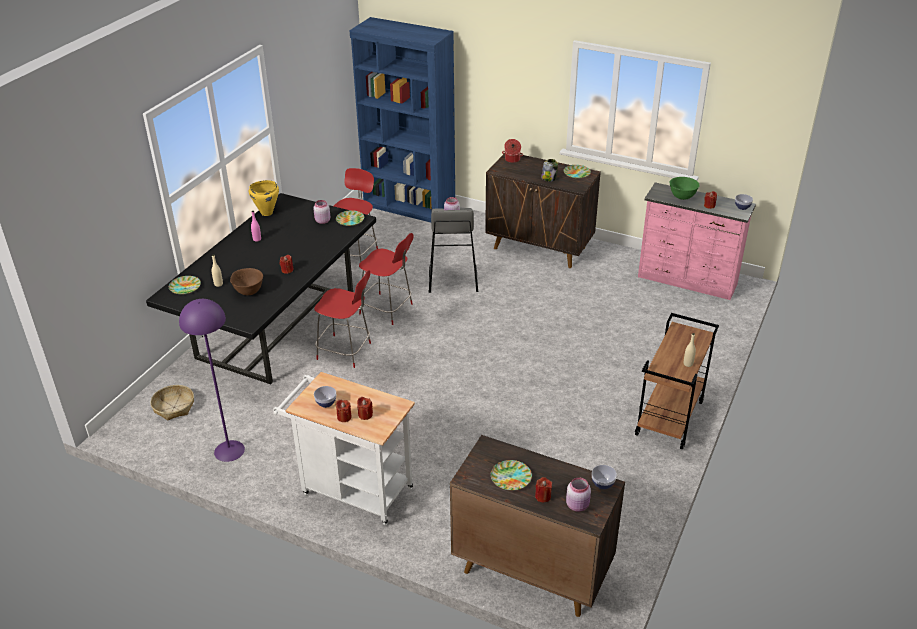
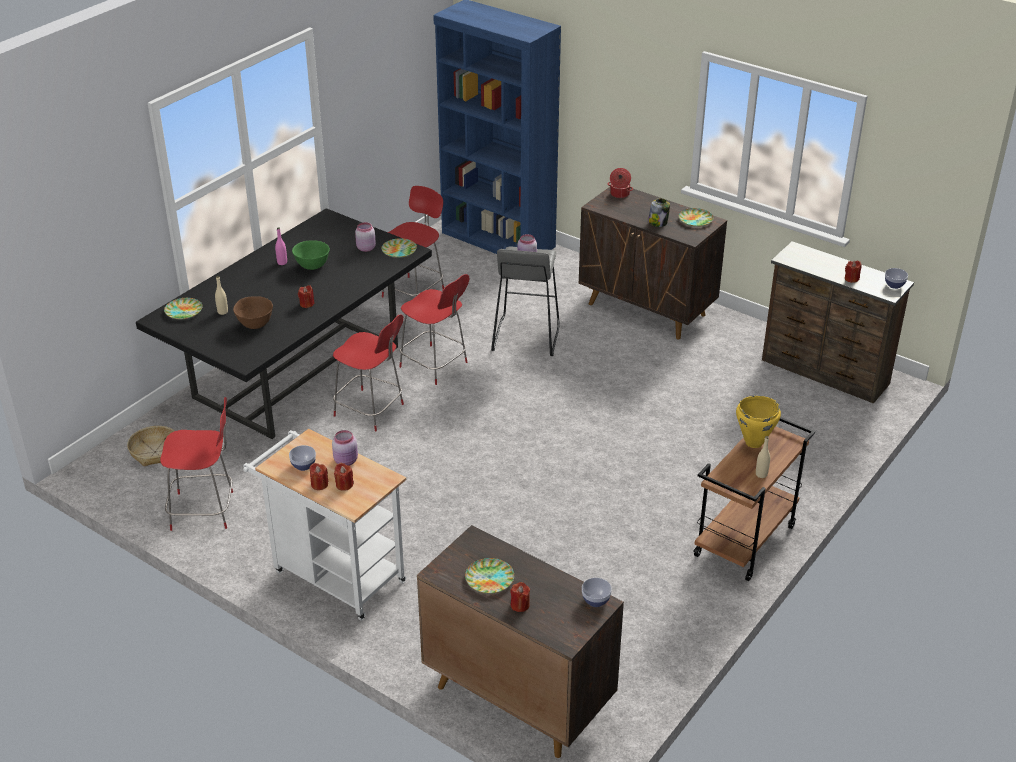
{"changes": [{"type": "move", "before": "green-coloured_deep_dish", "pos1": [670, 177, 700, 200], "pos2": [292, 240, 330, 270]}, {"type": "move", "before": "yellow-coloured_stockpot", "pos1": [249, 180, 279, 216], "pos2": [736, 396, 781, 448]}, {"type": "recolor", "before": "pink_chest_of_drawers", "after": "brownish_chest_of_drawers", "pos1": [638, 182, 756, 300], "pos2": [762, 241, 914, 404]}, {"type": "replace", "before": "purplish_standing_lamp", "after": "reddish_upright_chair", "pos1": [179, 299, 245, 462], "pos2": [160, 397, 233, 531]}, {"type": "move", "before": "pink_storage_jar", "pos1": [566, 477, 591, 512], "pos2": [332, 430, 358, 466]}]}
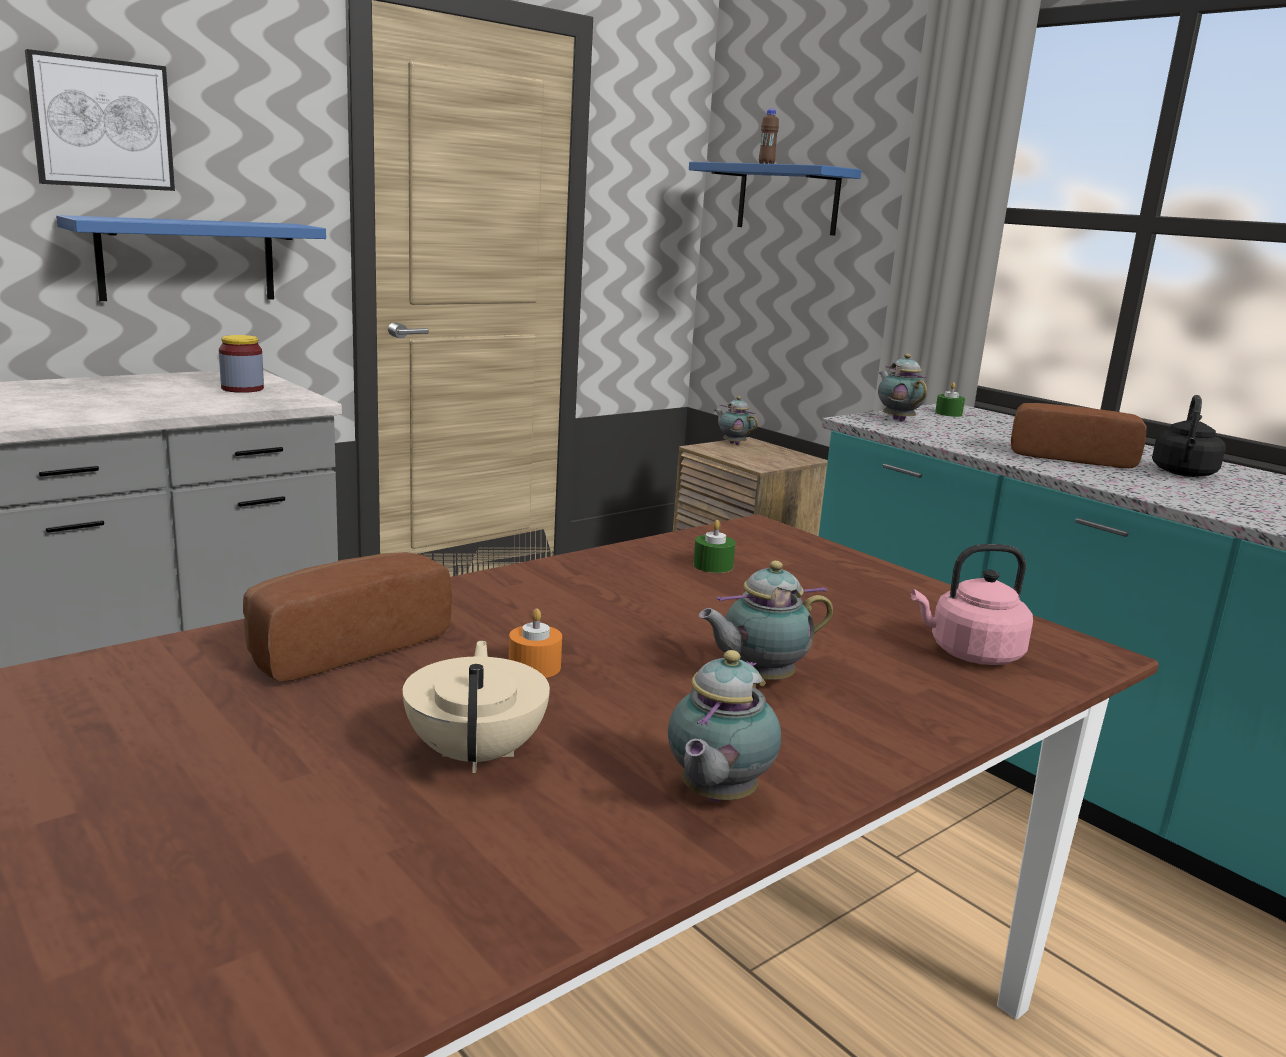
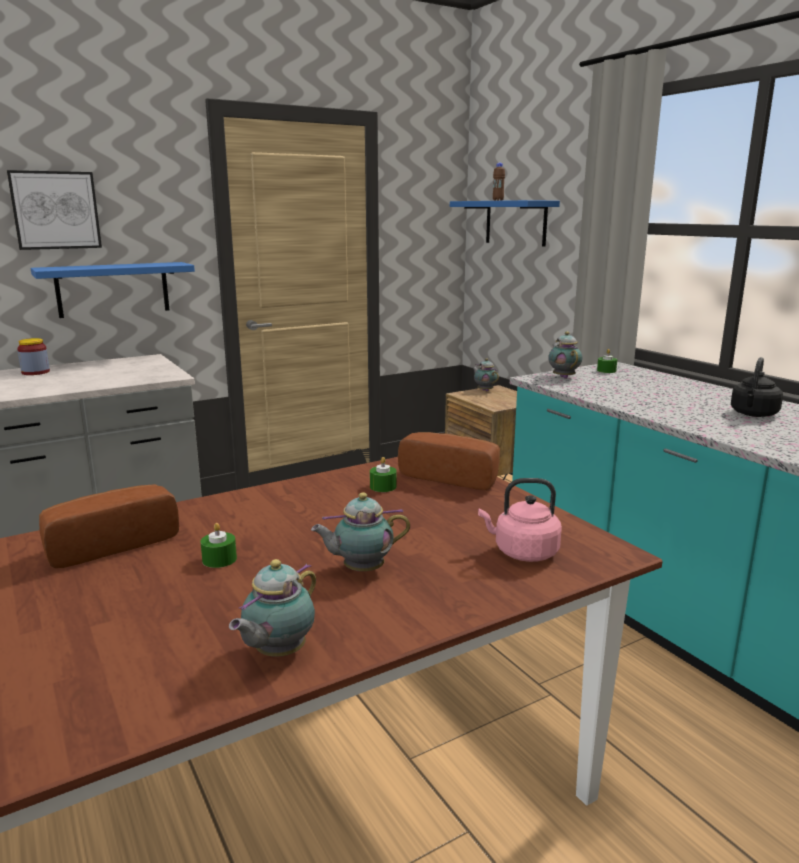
{"changes": [{"type": "move", "before": "storage_jar", "pos1": [219, 335, 264, 393], "pos2": [17, 338, 50, 375]}, {"type": "move", "before": "bread", "pos1": [1011, 403, 1147, 468], "pos2": [398, 432, 500, 490]}, {"type": "recolor", "before": "orange_wax_light", "after": "green-coloured_wax_light", "pos1": [509, 609, 562, 678], "pos2": [201, 523, 237, 568]}, {"type": "delete", "before": "sand-coloured_tea_pot", "pos1": [403, 641, 550, 773]}]}
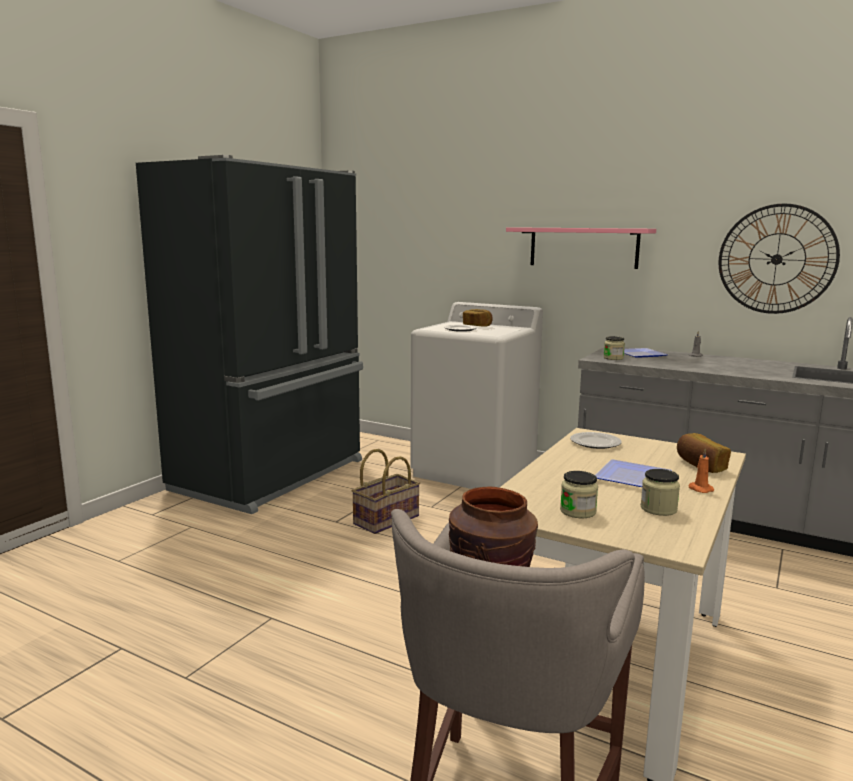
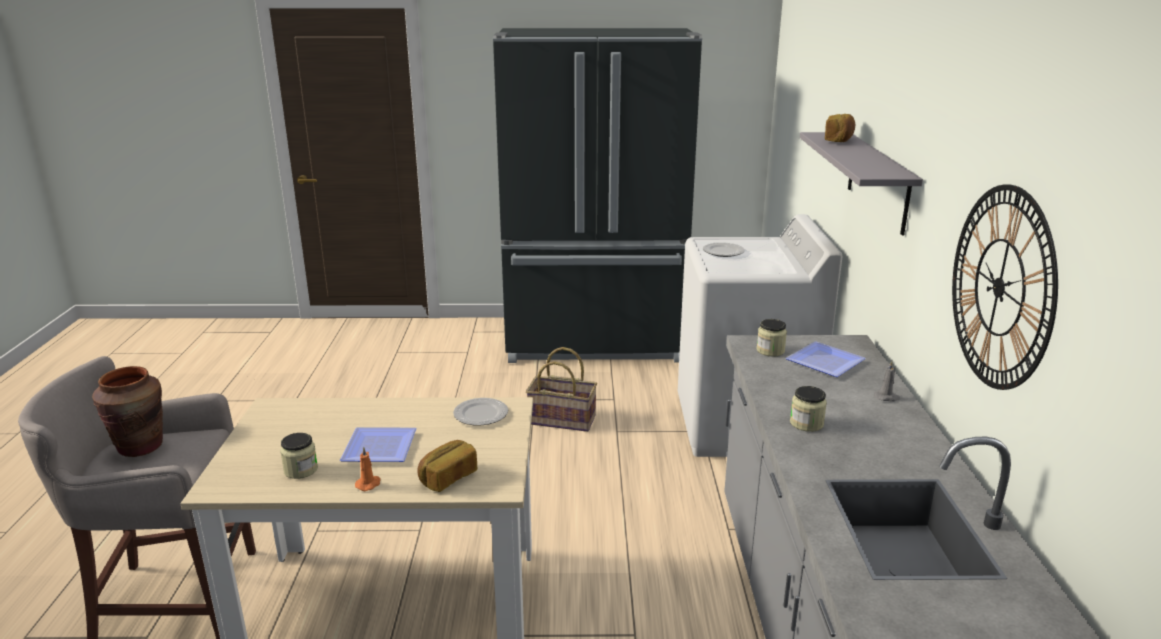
{"changes": [{"type": "recolor", "before": "pink_shelf", "after": "greyish_shelf", "pos1": [506, 227, 656, 269], "pos2": [800, 132, 923, 235]}, {"type": "move", "before": "bread", "pos1": [463, 309, 493, 326], "pos2": [825, 114, 855, 142]}, {"type": "move", "before": "storage_jar", "pos1": [560, 471, 598, 518], "pos2": [790, 386, 827, 432]}]}
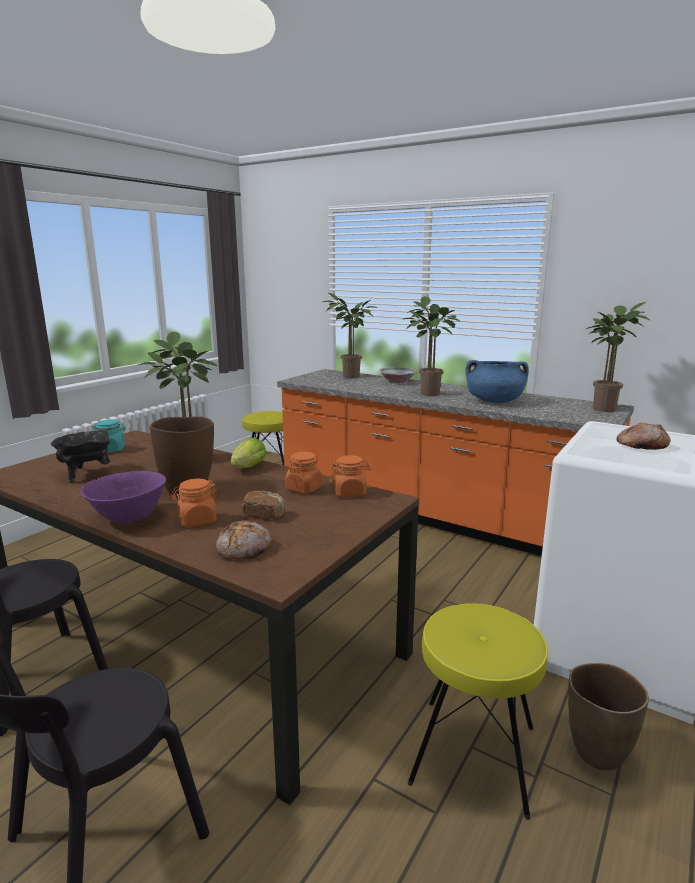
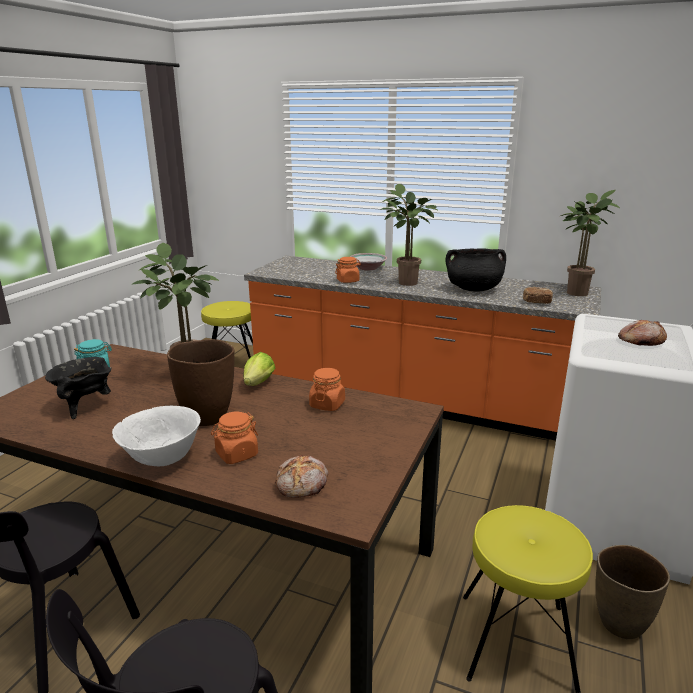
{"changes": [{"type": "delete", "before": "potted_plant", "pos1": [323, 293, 378, 378]}, {"type": "recolor", "before": "blue_stockpot", "after": "black_stockpot", "pos1": [465, 360, 529, 403], "pos2": [445, 248, 506, 292]}, {"type": "move", "before": "orange_storage_jar", "pos1": [330, 455, 371, 497], "pos2": [335, 257, 361, 283]}, {"type": "recolor", "before": "purplish_deep_dish", "after": "white_deep_dish", "pos1": [81, 471, 166, 523], "pos2": [112, 406, 201, 466]}, {"type": "move", "before": "bread", "pos1": [242, 491, 285, 519], "pos2": [523, 287, 553, 304]}]}
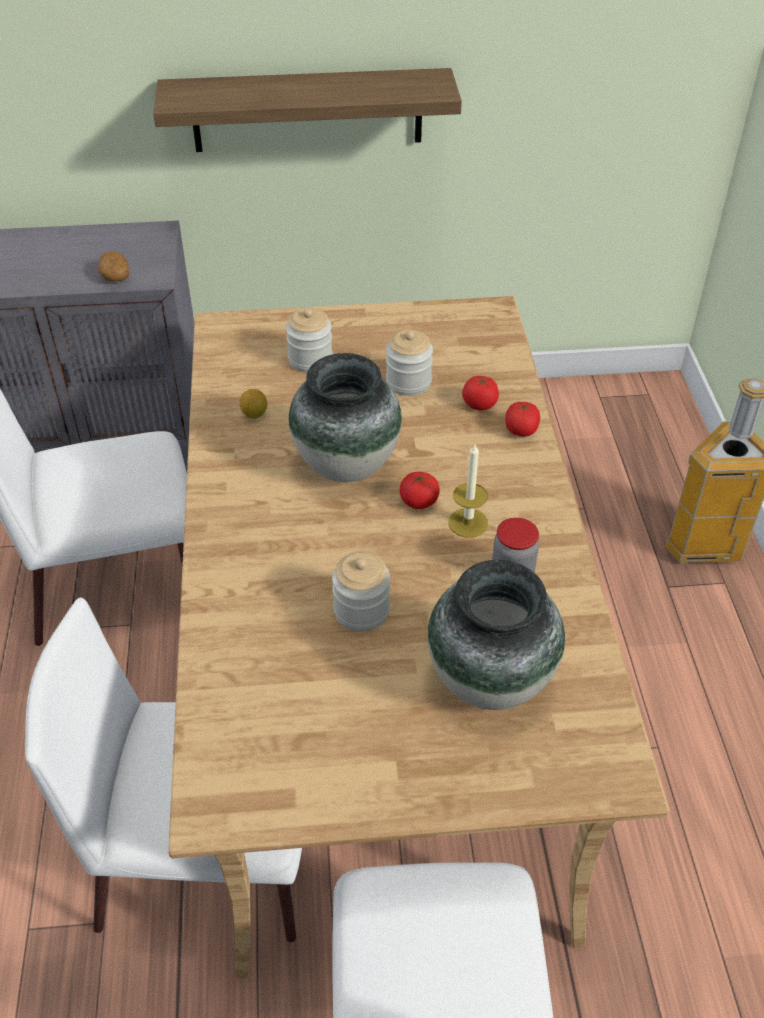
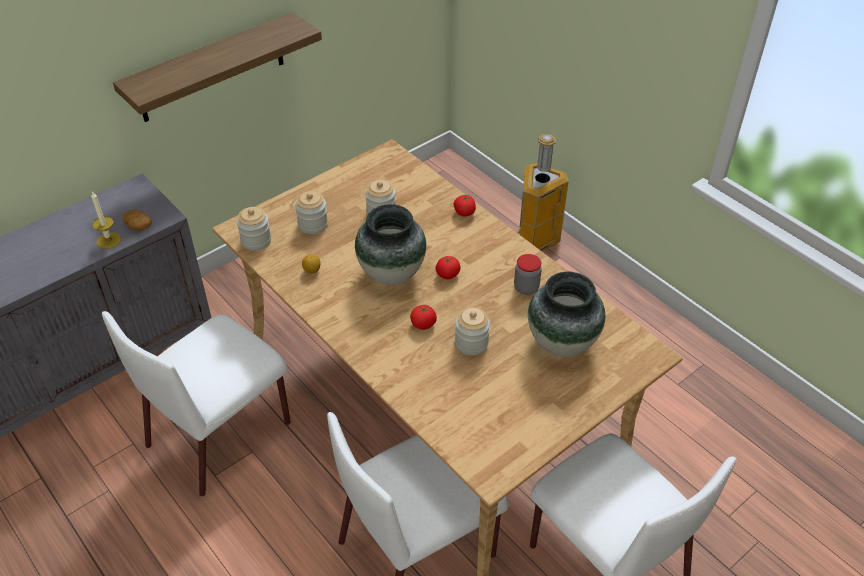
{"changes": [{"type": "move", "before": "whole_tomato", "pos1": [462, 376, 499, 410], "pos2": [410, 305, 437, 330]}, {"type": "move", "before": "wax_light", "pos1": [448, 444, 488, 538], "pos2": [91, 191, 121, 249]}, {"type": "insert", "after": "storage_jar", "pos2": [237, 207, 271, 251]}]}
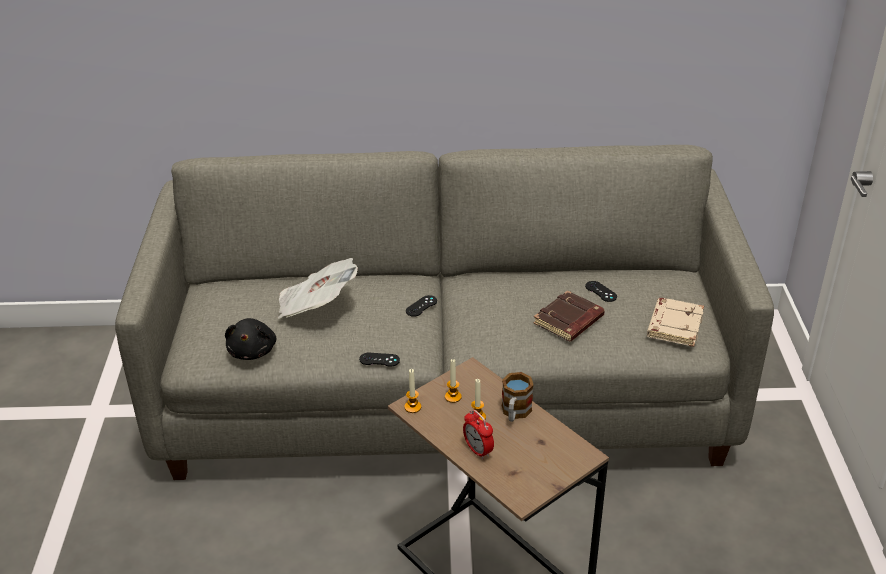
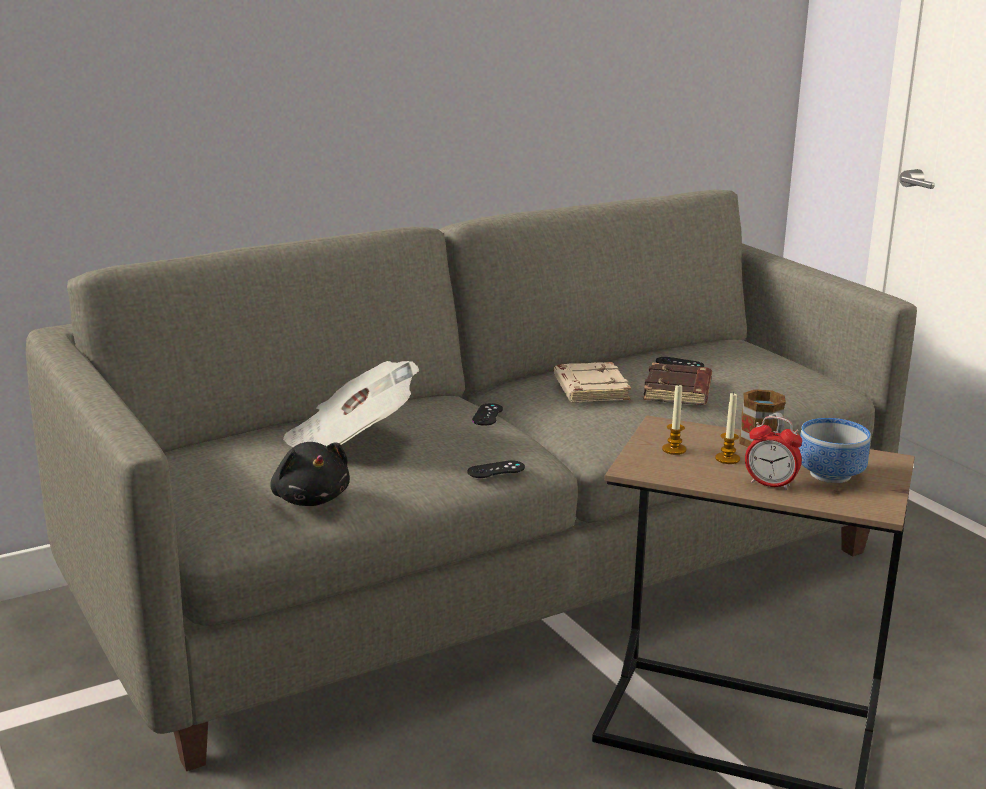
{"changes": [{"type": "move", "before": "sand-coloured_book", "pos1": [647, 298, 704, 347], "pos2": [554, 362, 631, 403]}, {"type": "delete", "before": "wax_light", "pos1": [404, 369, 421, 413]}, {"type": "insert", "after": "deep_dish", "pos2": [799, 418, 871, 483]}]}
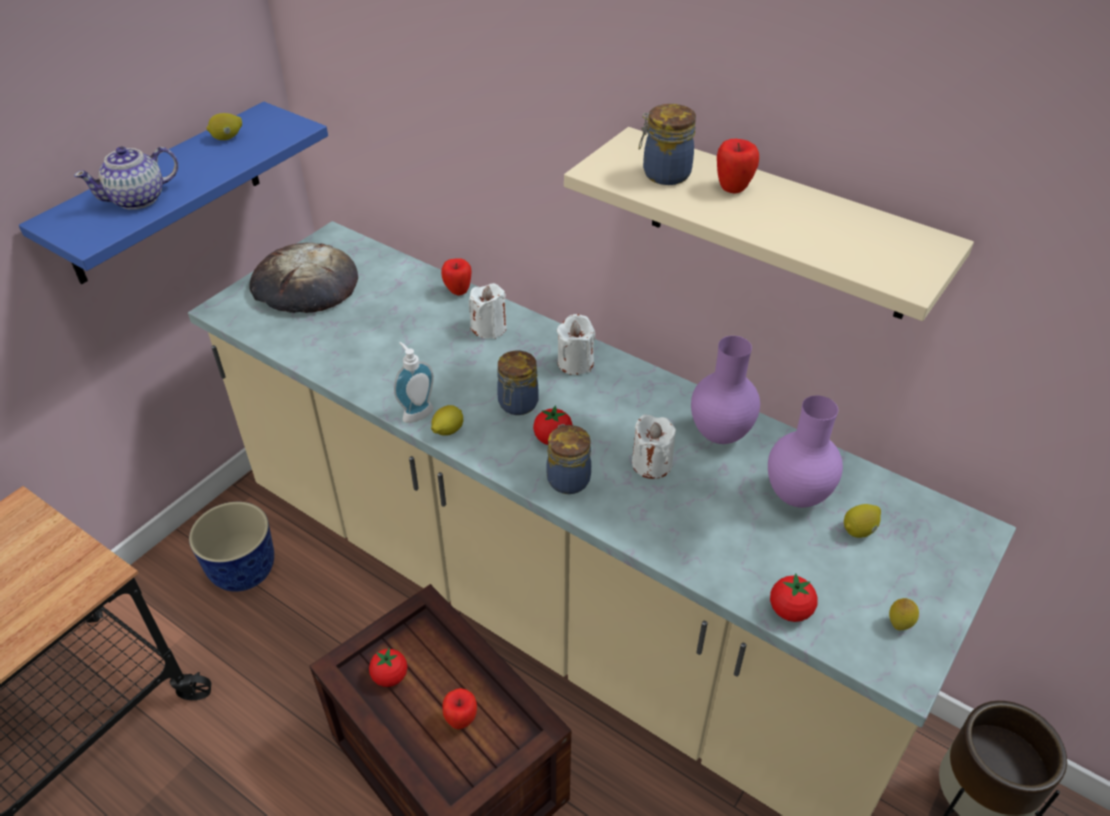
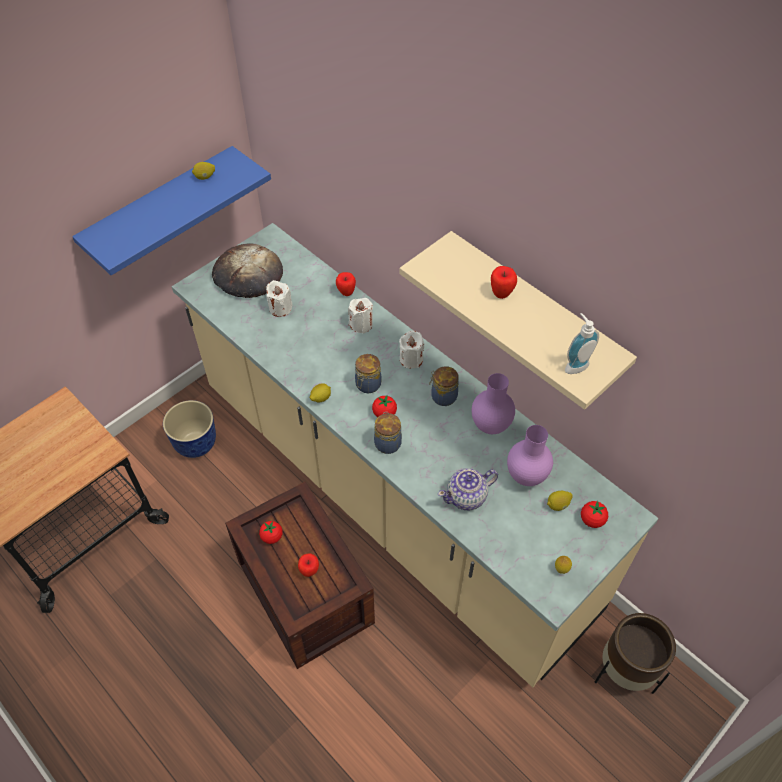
{"changes": [{"type": "move", "before": "storage_jar", "pos1": [639, 104, 696, 185], "pos2": [429, 366, 459, 406]}, {"type": "move", "before": "tea_pot", "pos1": [74, 147, 178, 210], "pos2": [438, 468, 498, 511]}, {"type": "move", "before": "soap_dispenser", "pos1": [394, 342, 434, 423], "pos2": [565, 313, 599, 374]}, {"type": "move", "before": "white_wax_light", "pos1": [632, 414, 676, 479], "pos2": [266, 280, 293, 317]}, {"type": "move", "before": "whole_tomato", "pos1": [770, 573, 818, 622], "pos2": [581, 501, 608, 528]}]}
